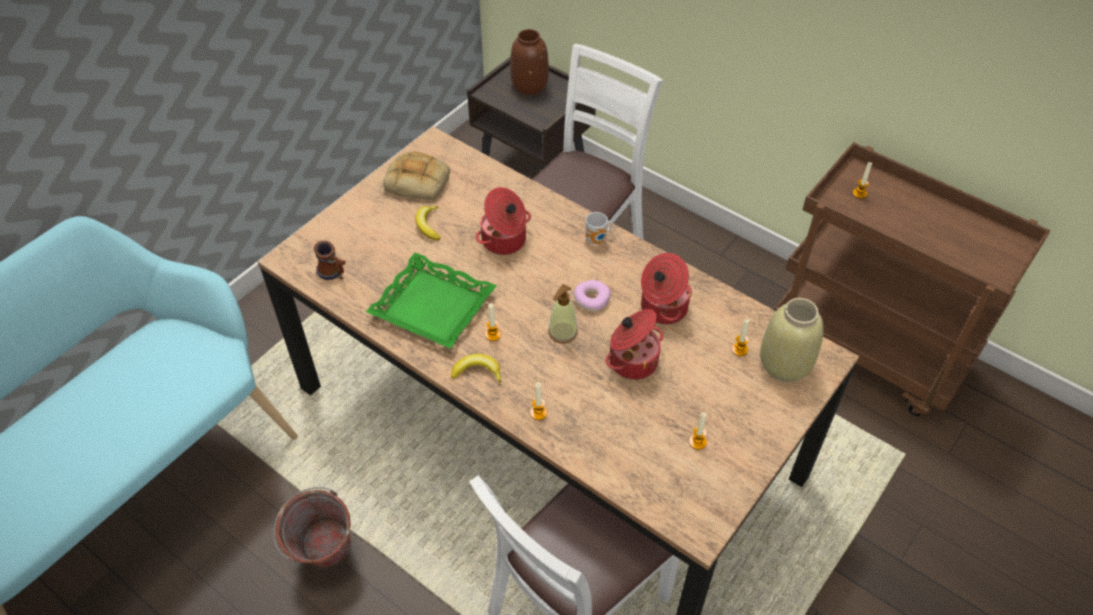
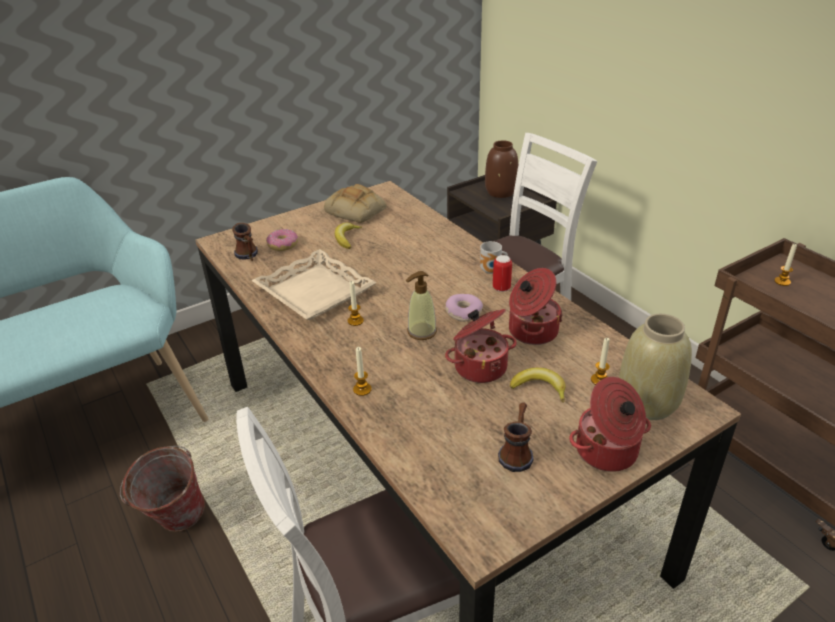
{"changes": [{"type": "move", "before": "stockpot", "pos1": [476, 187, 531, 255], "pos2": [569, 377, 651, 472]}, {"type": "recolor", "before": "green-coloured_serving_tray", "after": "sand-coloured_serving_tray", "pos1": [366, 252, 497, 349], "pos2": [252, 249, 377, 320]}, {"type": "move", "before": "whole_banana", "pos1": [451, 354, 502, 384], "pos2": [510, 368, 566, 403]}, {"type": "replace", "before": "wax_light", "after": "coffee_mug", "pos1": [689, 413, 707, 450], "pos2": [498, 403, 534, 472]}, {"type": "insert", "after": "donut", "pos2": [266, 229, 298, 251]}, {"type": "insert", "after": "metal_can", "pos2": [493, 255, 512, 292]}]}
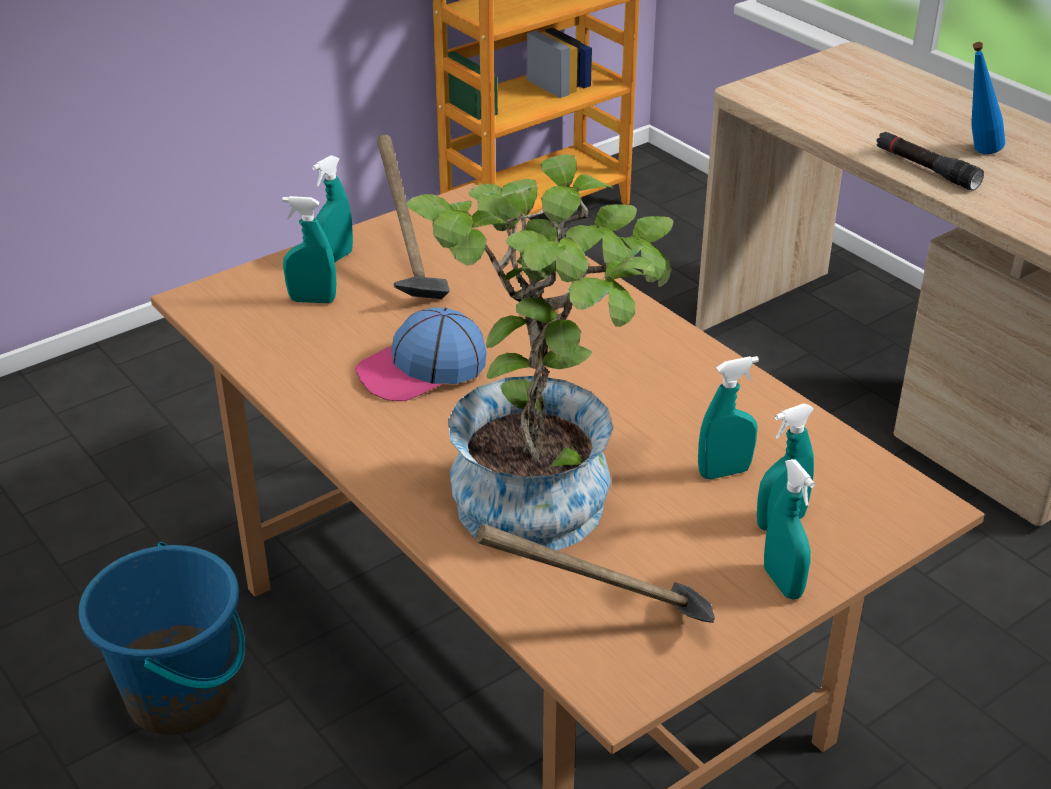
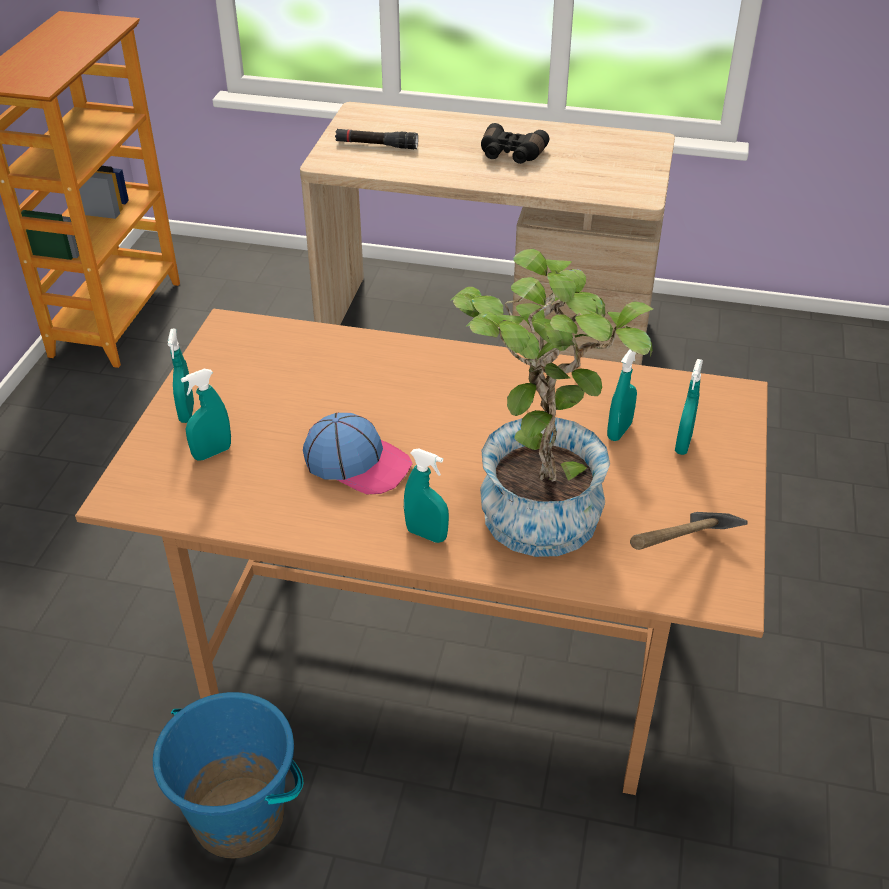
{"changes": [{"type": "replace", "before": "blue_drink_bottle", "after": "black_pair_of_binoculars", "pos1": [971, 42, 1005, 154], "pos2": [481, 123, 549, 164]}, {"type": "move", "before": "black_torch", "pos1": [876, 131, 984, 191], "pos2": [335, 129, 418, 149]}, {"type": "delete", "before": "hand_hammer", "pos1": [377, 135, 450, 299]}, {"type": "rotate", "before": "baseball_cap", "pos1": [355, 308, 487, 401], "pos2": [303, 413, 413, 494], "turn": -90}, {"type": "move", "before": "turquoise-coloured_sprayer", "pos1": [764, 459, 815, 599], "pos2": [404, 448, 449, 543]}]}
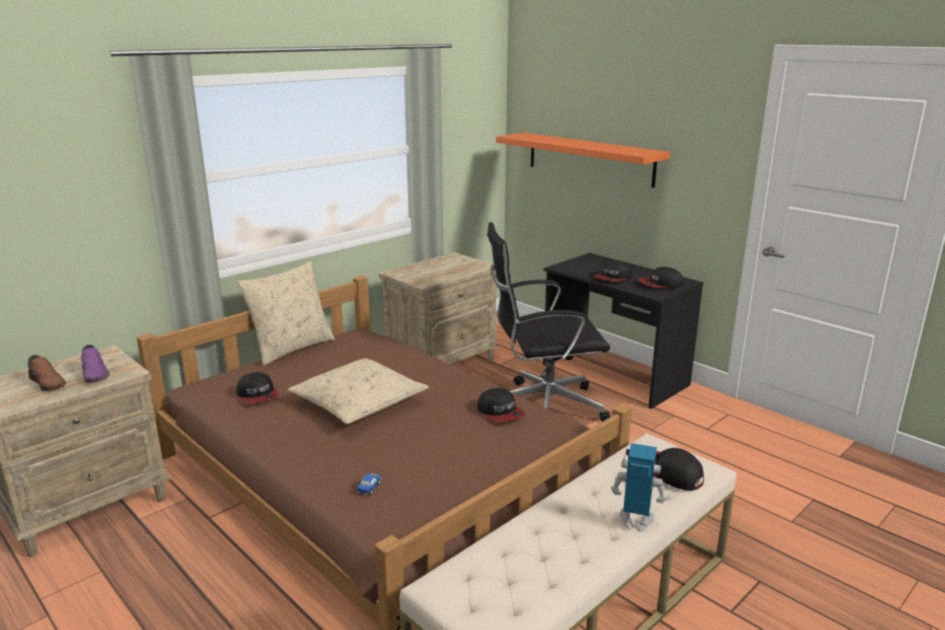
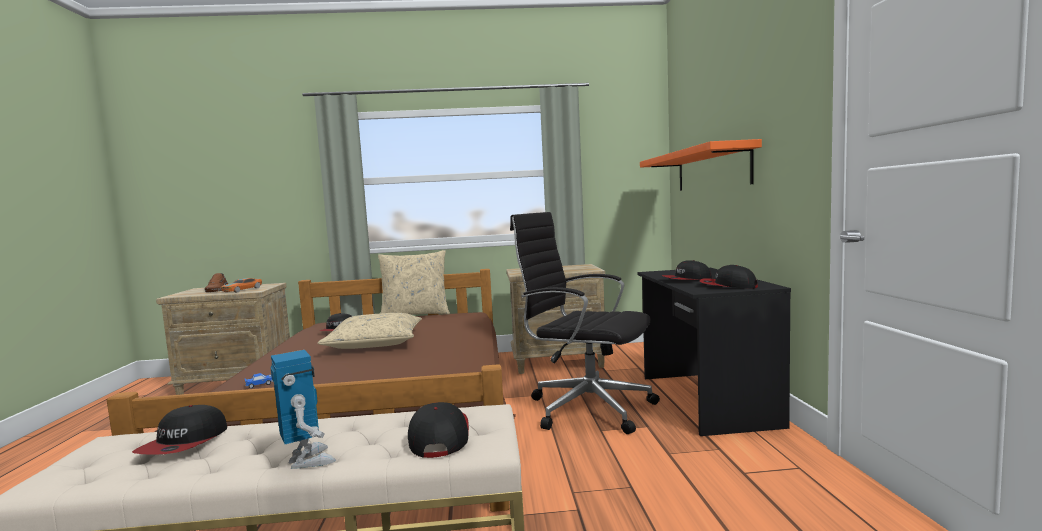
{"changes": [{"type": "replace", "before": "purplish_shoe", "after": "toy_car", "pos1": [80, 345, 110, 383], "pos2": [221, 278, 262, 292]}, {"type": "move", "before": "baseball_cap", "pos1": [477, 388, 526, 422], "pos2": [132, 405, 227, 455]}]}
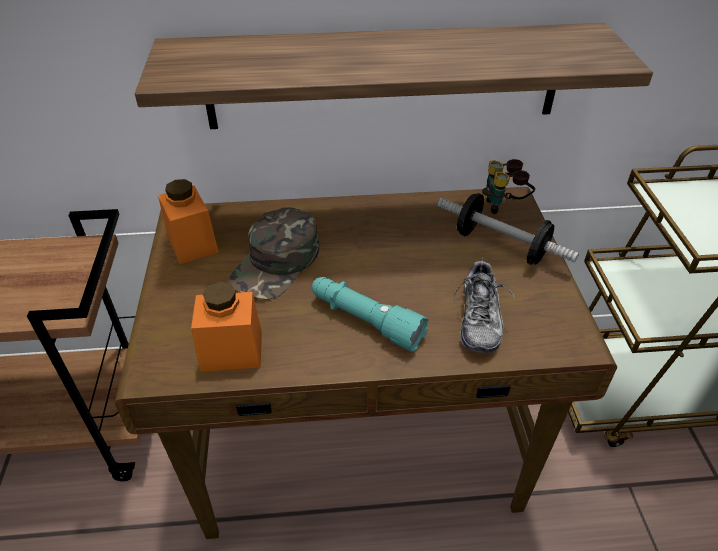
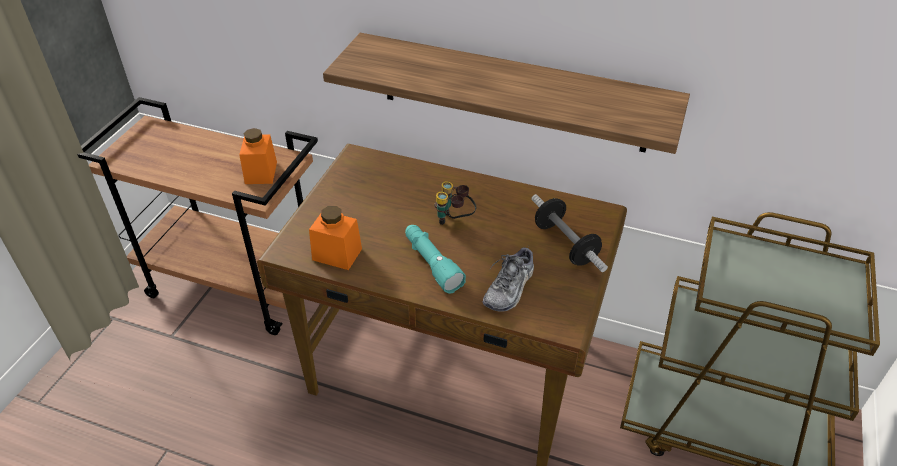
{"changes": [{"type": "move", "before": "pair_of_binoculars", "pos1": [482, 159, 535, 214], "pos2": [434, 181, 476, 225]}, {"type": "move", "before": "orange_storage_jar", "pos1": [158, 179, 219, 264], "pos2": [239, 128, 277, 184]}, {"type": "delete", "before": "green-coloured_baseball_cap", "pos1": [228, 207, 319, 300]}]}
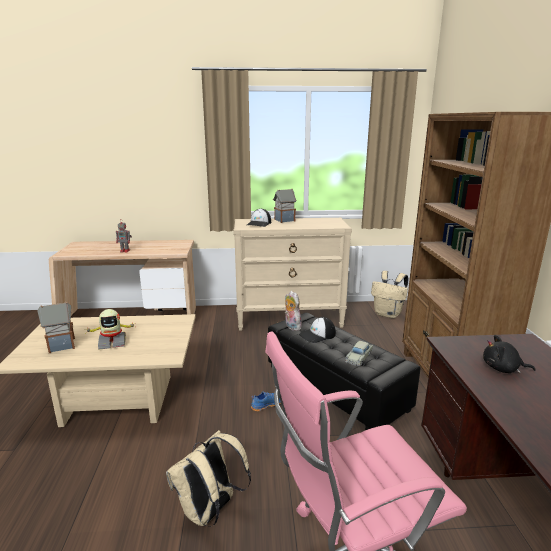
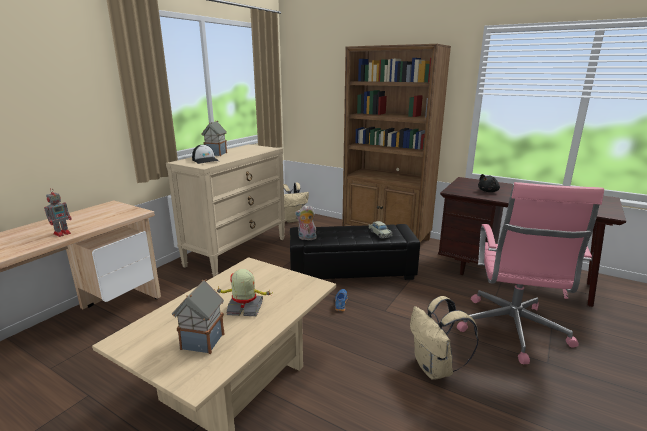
{"changes": [{"type": "rotate", "before": "model_robot", "pos1": [86, 309, 135, 350], "pos2": [216, 269, 272, 316], "turn": -105}, {"type": "delete", "before": "baseball_cap", "pos1": [299, 317, 336, 343]}]}
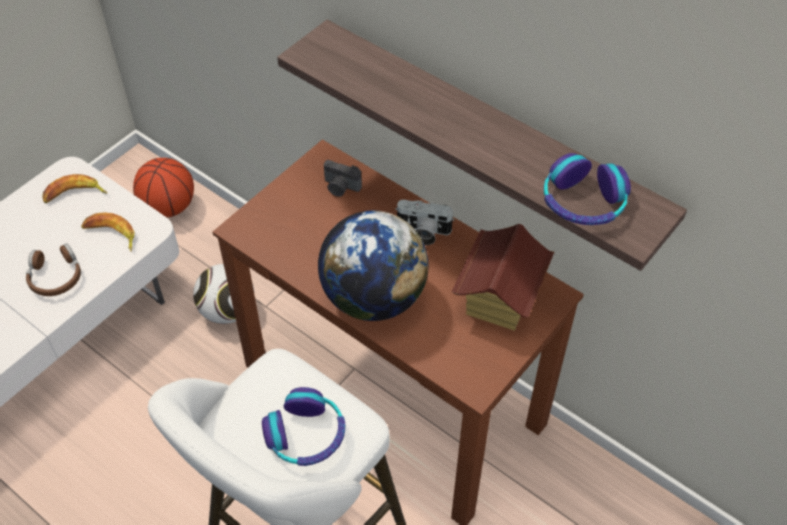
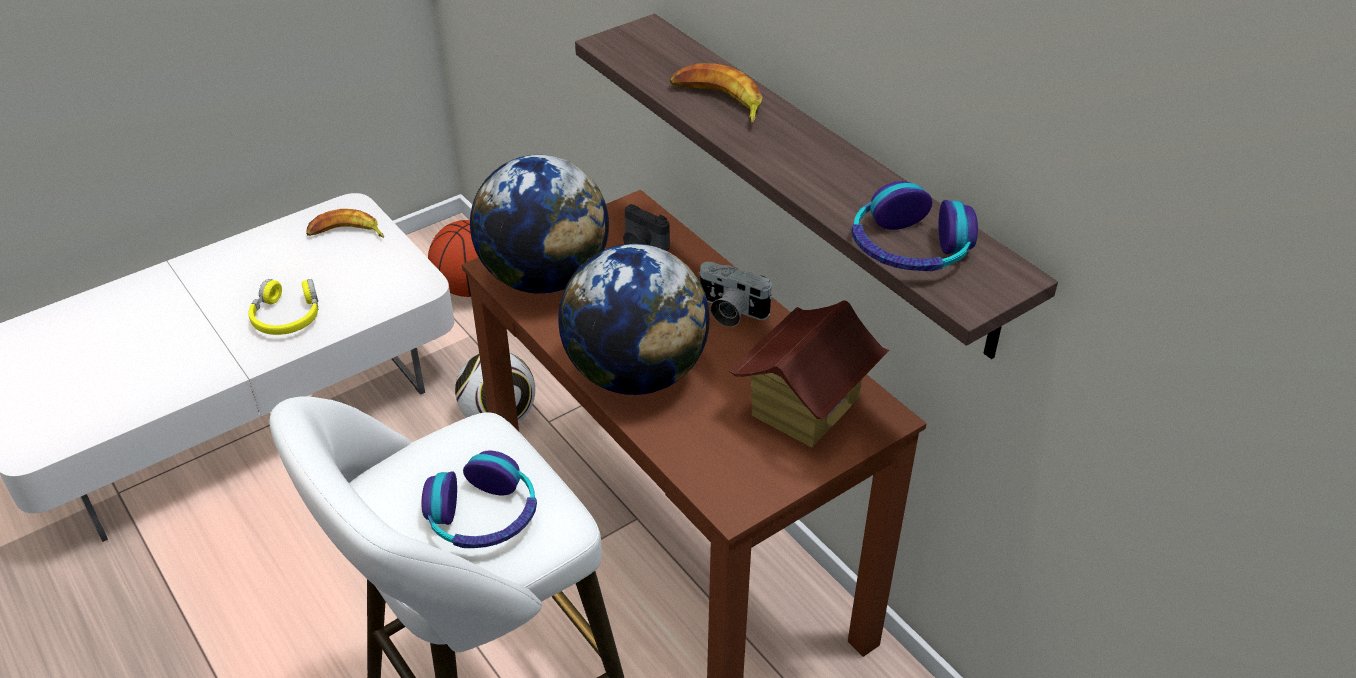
{"changes": [{"type": "move", "before": "whole_banana", "pos1": [81, 212, 134, 251], "pos2": [670, 63, 762, 124]}, {"type": "recolor", "before": "brownish_headset", "after": "yellow-coloured_headset", "pos1": [26, 243, 81, 296], "pos2": [248, 279, 318, 335]}, {"type": "insert", "after": "desk_globe", "pos2": [470, 155, 609, 294]}]}
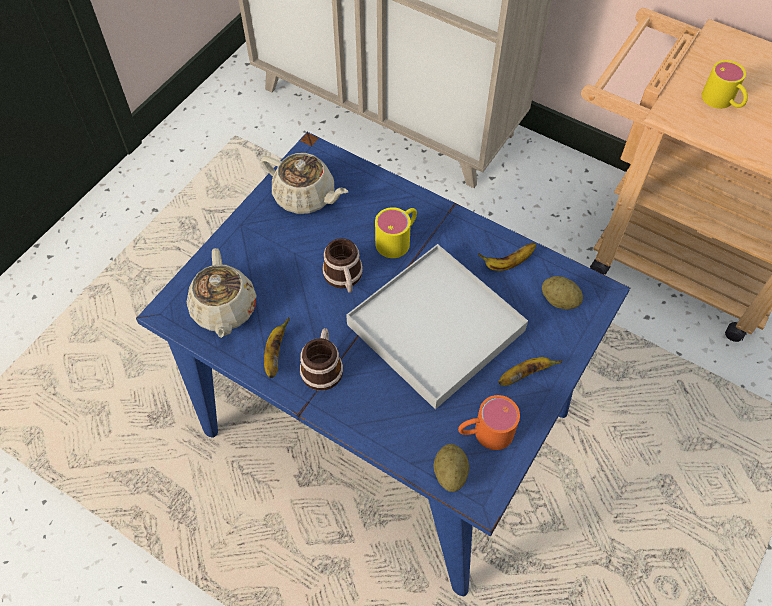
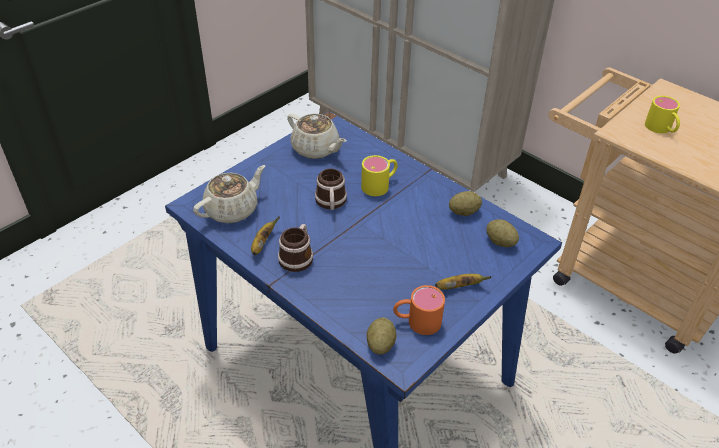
{"changes": [{"type": "replace", "before": "whole_banana", "after": "potato", "pos1": [478, 243, 536, 271], "pos2": [449, 191, 482, 216]}, {"type": "delete", "before": "white_serving_tray", "pos1": [346, 244, 528, 409]}, {"type": "rotate", "before": "sand-coloured_tea_pot", "pos1": [187, 248, 256, 338], "pos2": [193, 165, 265, 223], "turn": -135}]}
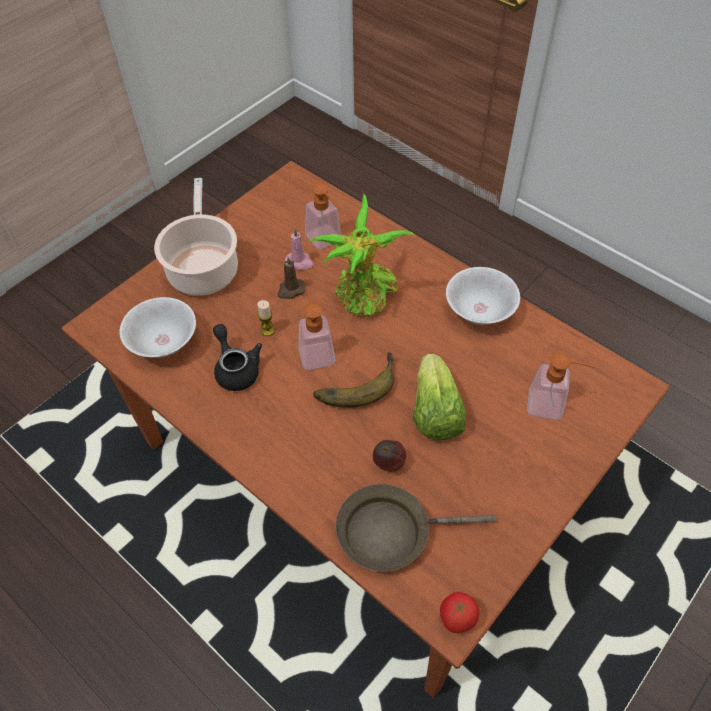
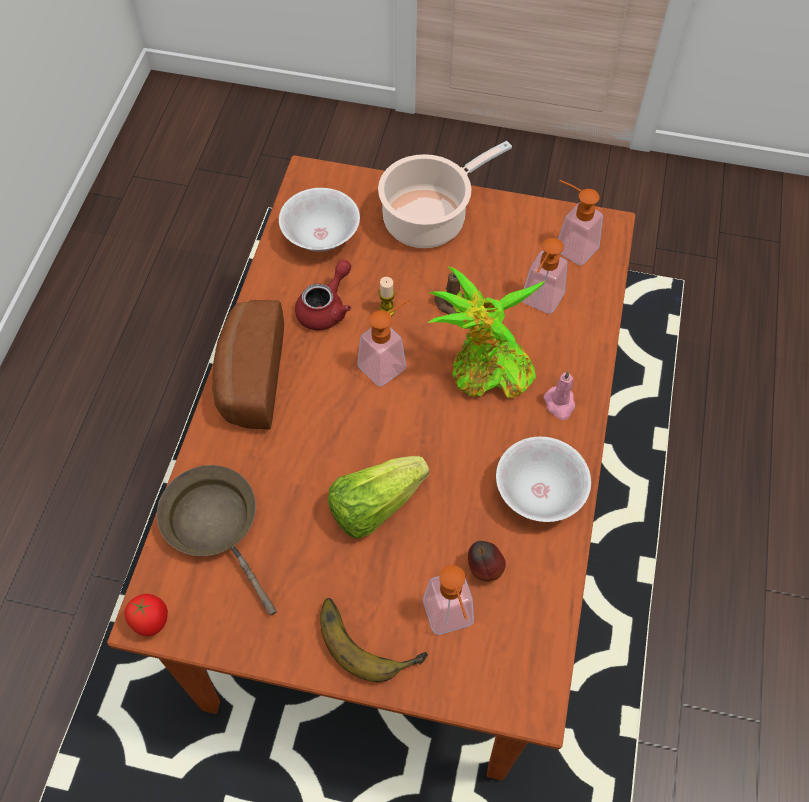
{"changes": [{"type": "move", "before": "pink_wax_light", "pos1": [285, 228, 314, 270], "pos2": [543, 371, 575, 420]}, {"type": "recolor", "before": "black_tea_pot", "after": "reddish_tea_pot", "pos1": [213, 324, 262, 391], "pos2": [295, 260, 351, 330]}, {"type": "move", "before": "whole_banana", "pos1": [313, 352, 394, 408], "pos2": [320, 598, 428, 682]}, {"type": "move", "before": "apple_fruit", "pos1": [373, 440, 406, 471], "pos2": [468, 541, 506, 582]}, {"type": "insert", "after": "soap_dispenser", "pos2": [558, 180, 603, 265]}, {"type": "insert", "after": "bread", "pos2": [212, 300, 284, 430]}]}
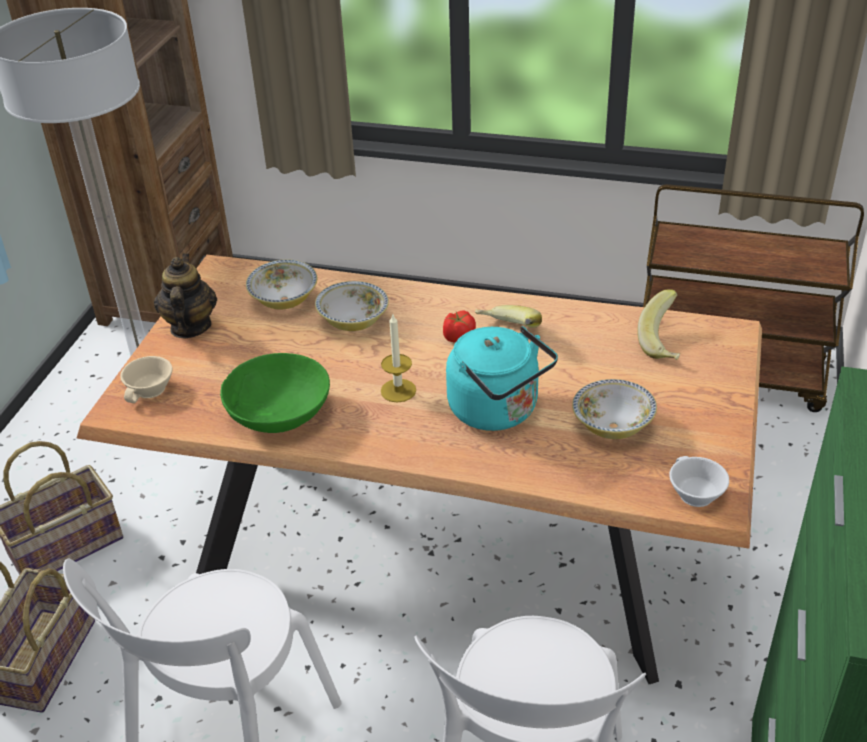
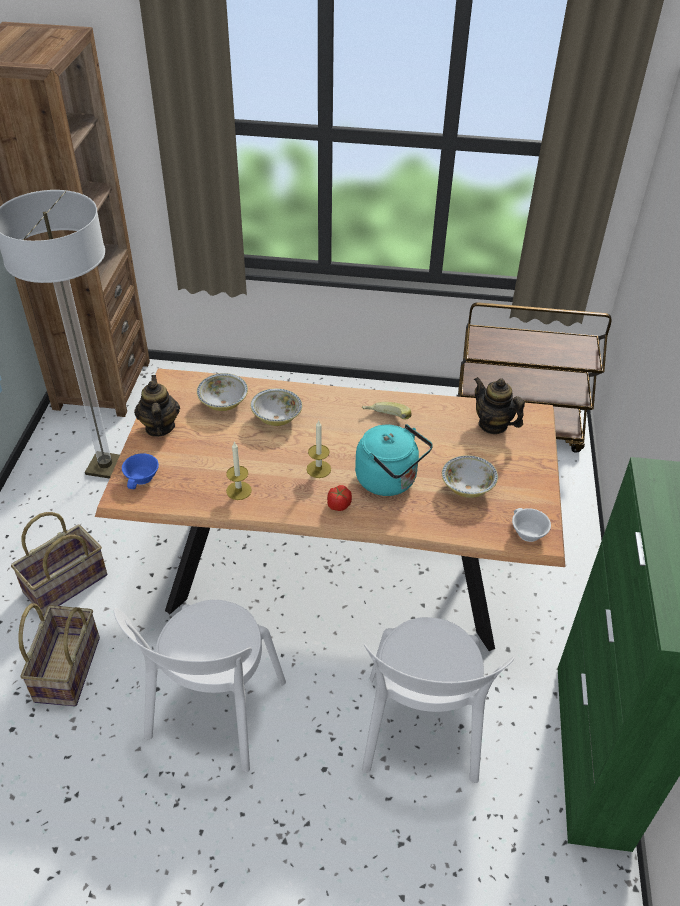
{"changes": [{"type": "replace", "before": "whole_banana", "after": "tea_pot", "pos1": [637, 289, 680, 360], "pos2": [474, 377, 525, 434]}, {"type": "move", "before": "whole_tomato", "pos1": [443, 311, 476, 343], "pos2": [327, 485, 352, 511]}, {"type": "replace", "before": "green-coloured_deep_dish", "after": "wax_light", "pos1": [220, 353, 330, 433], "pos2": [226, 441, 252, 500]}, {"type": "recolor", "before": "sand-coloured_drinking_cup", "after": "blue_drinking_cup", "pos1": [120, 356, 172, 403], "pos2": [122, 453, 159, 489]}]}
